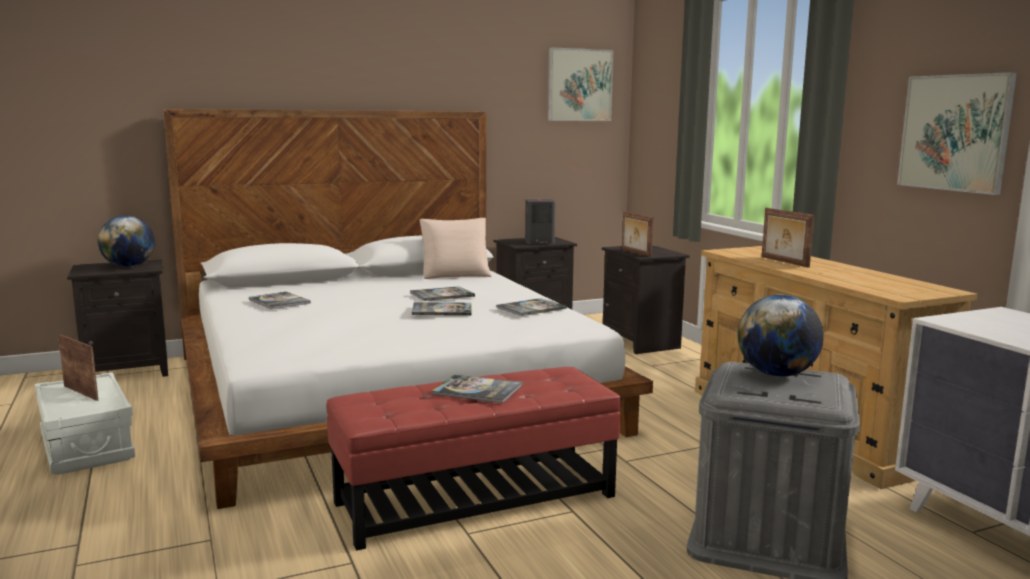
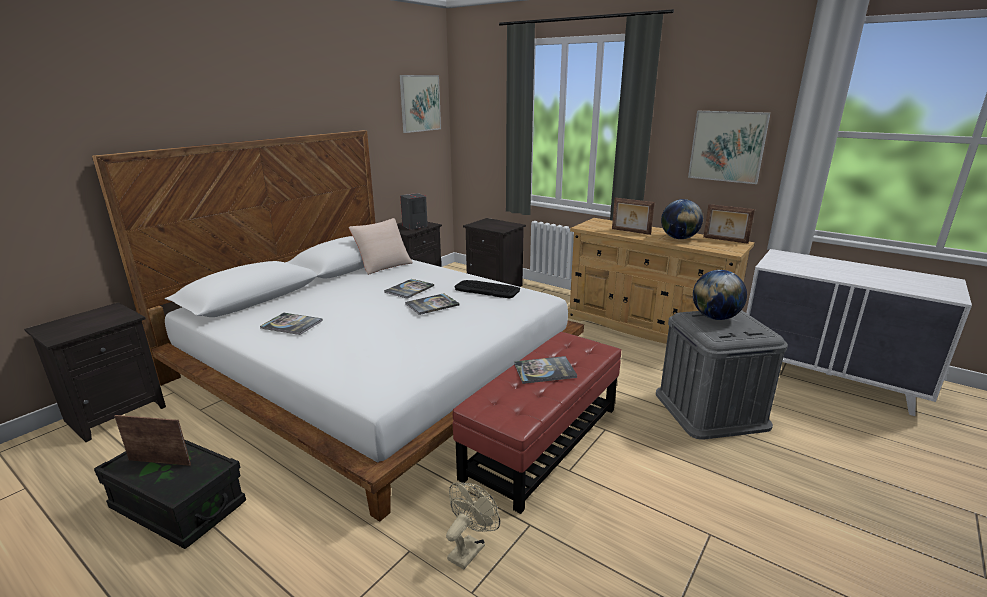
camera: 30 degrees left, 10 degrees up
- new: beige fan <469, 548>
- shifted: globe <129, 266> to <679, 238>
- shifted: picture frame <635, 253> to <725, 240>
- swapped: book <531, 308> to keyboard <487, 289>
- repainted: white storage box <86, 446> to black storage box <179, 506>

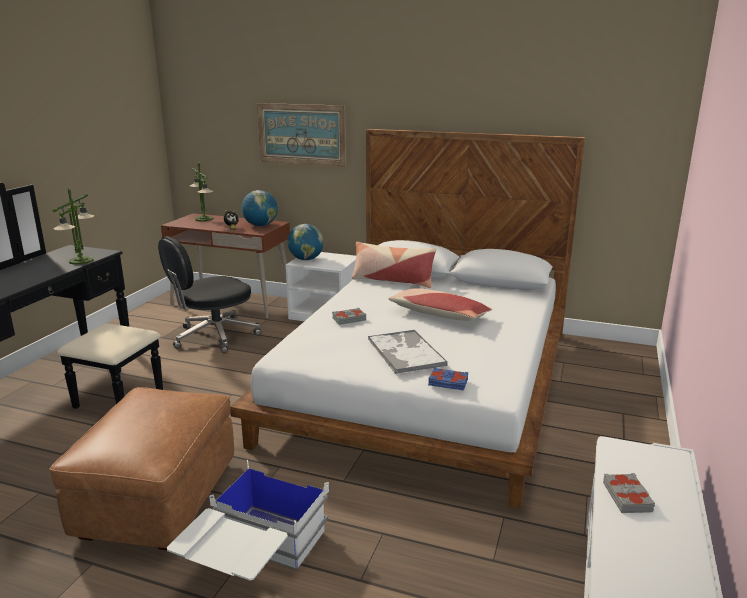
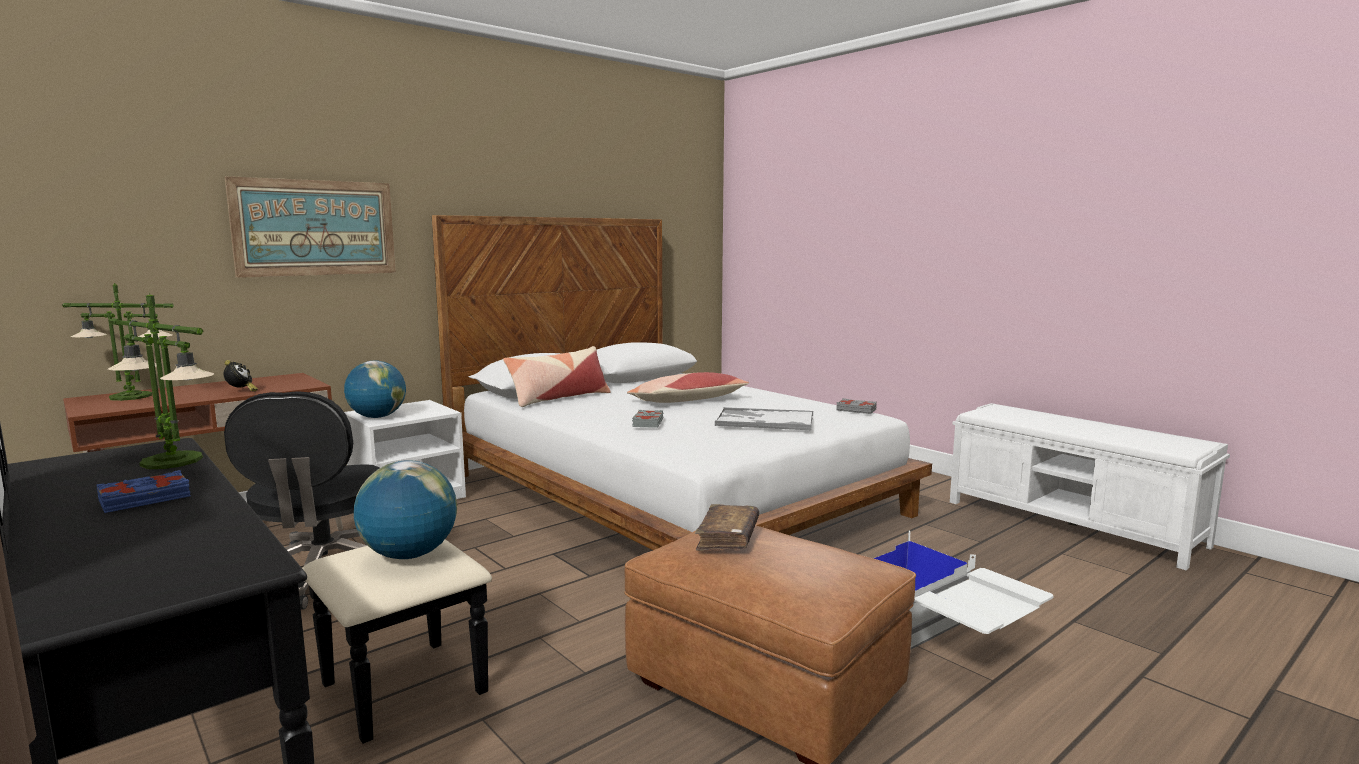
camera: 60 degrees left, 10 degrees down
- new: brown book <727, 538>
- shifted: globe <260, 225> to <409, 555>
- shifted: blue book <448, 383> to <145, 499>
- shifted: grey book <627, 497> to <856, 410>

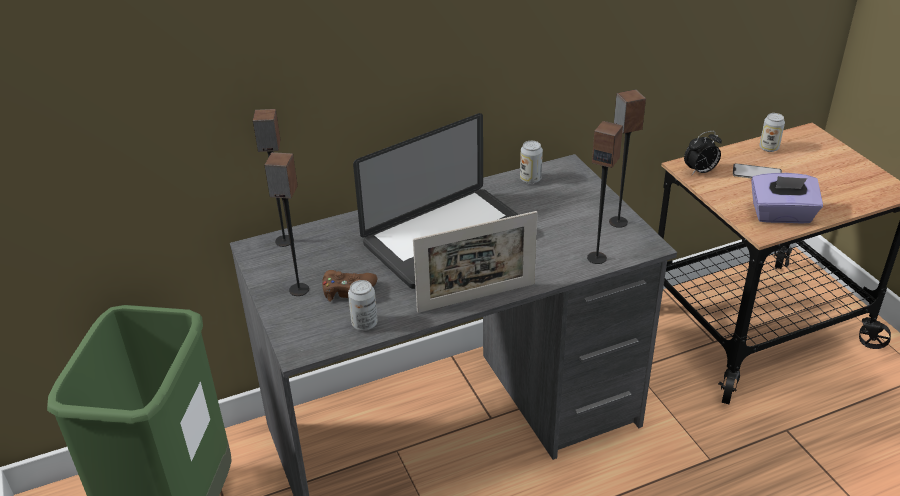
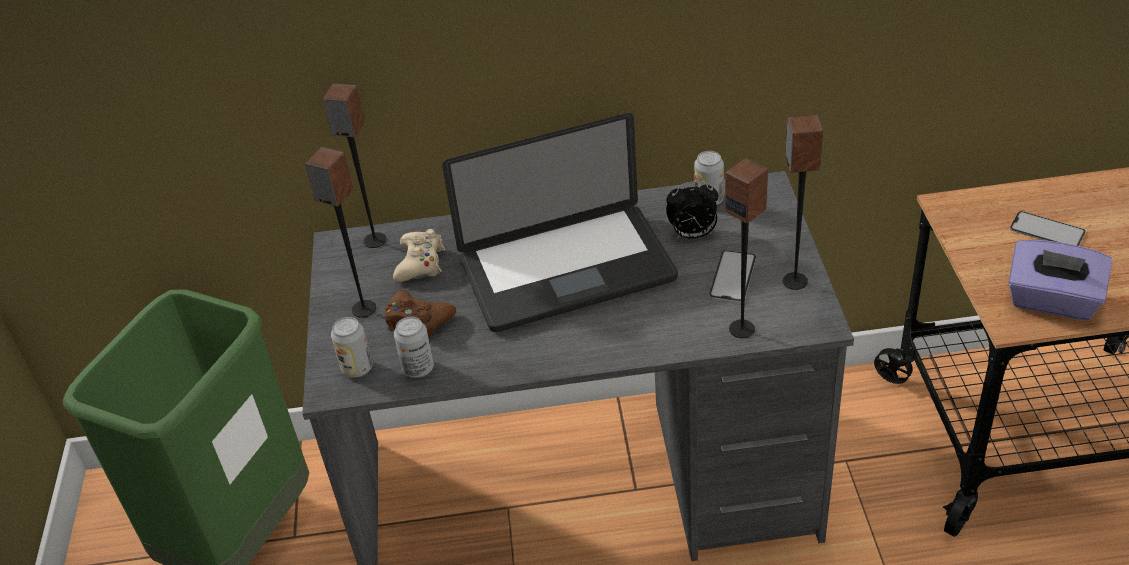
camera: 20 degrees right, 5 degrees up
- gone: picture frame <476, 297>
- new: beige game controller <420, 263>
- new: phone <732, 276>
- shifted: alarm clock <700, 171> to <692, 235>
- shifted: can <769, 148> to <357, 368>

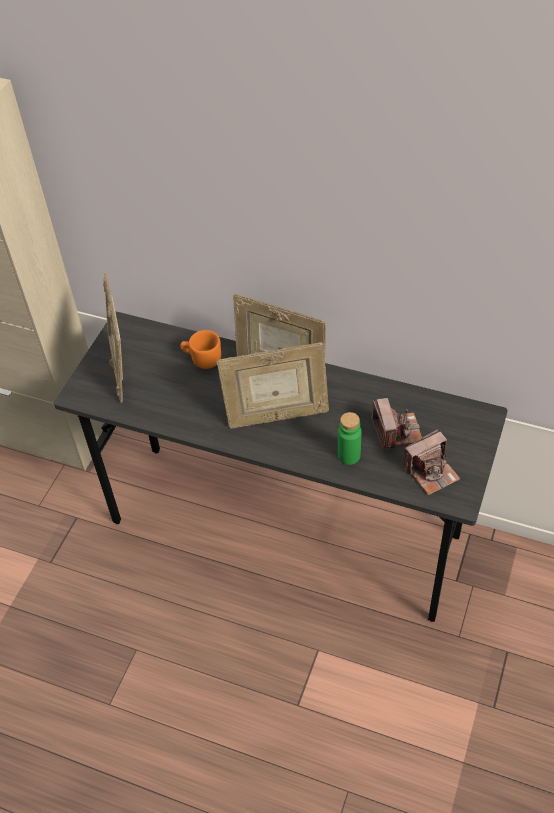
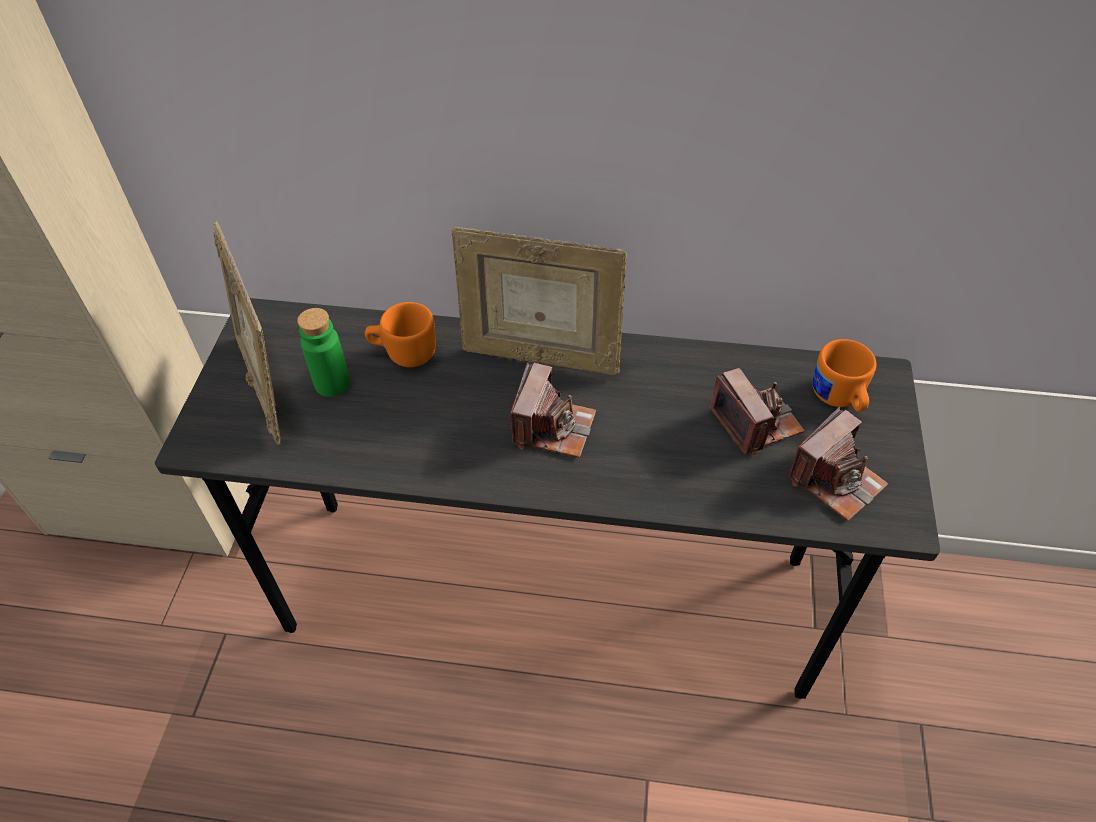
camera: 15 degrees left, 0 degrees up
- new: orange mug <839, 399>
- shifted: green bottle <349, 455> to <332, 383>
- swapped: picture frame <276, 416> to photo camera <553, 427>

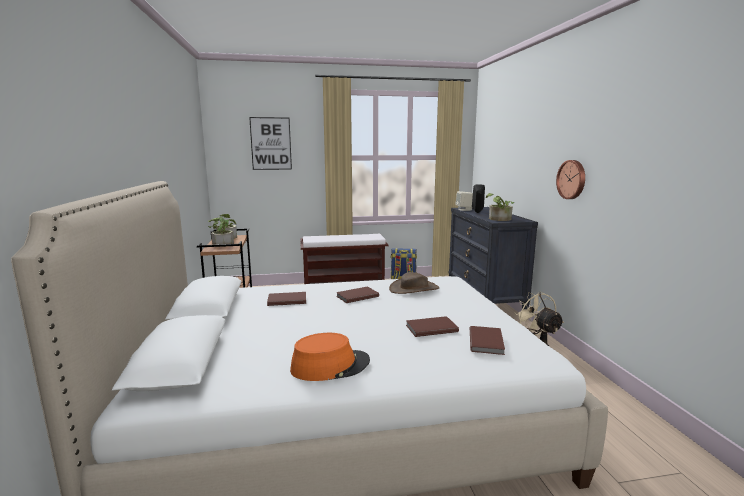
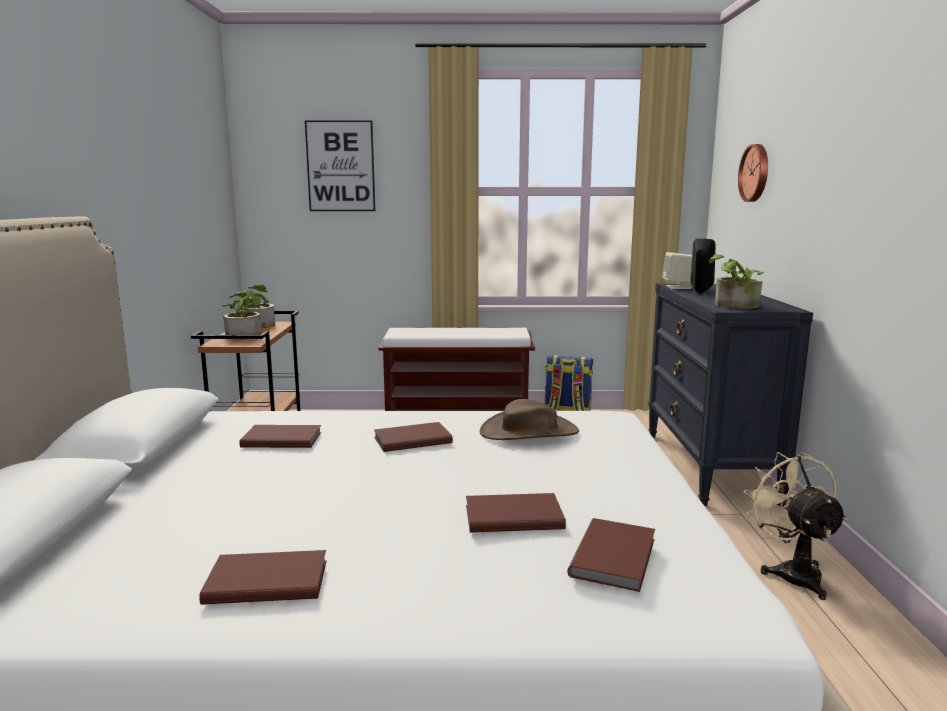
camera: 10 degrees right, 0 degrees up
- shifted: wall clock <572, 179> to <755, 173>
- swapped: orange hat <330, 365> to brown book <266, 580>

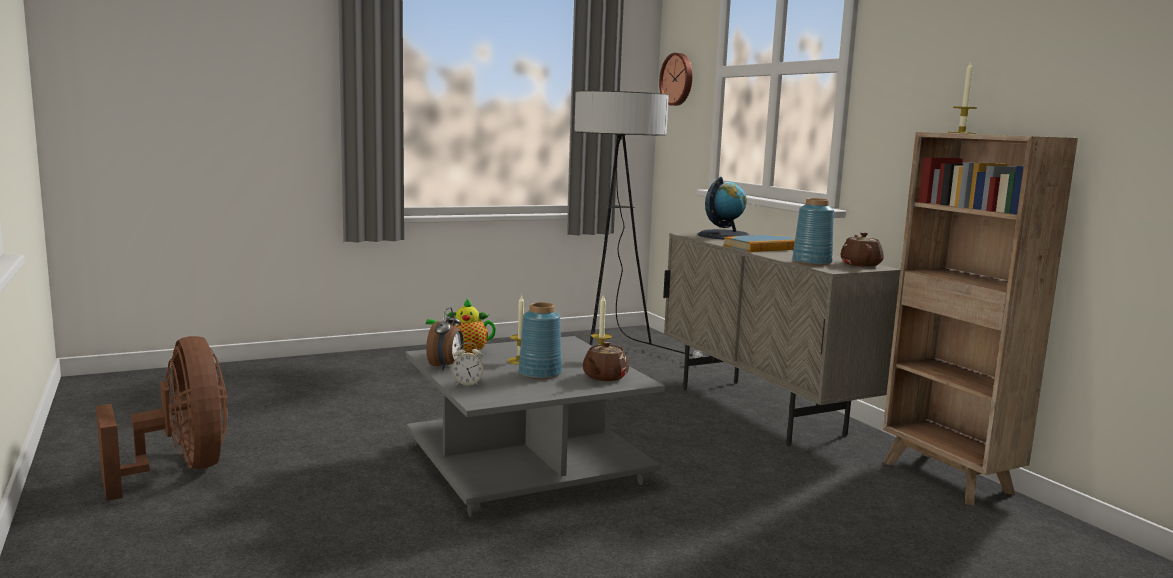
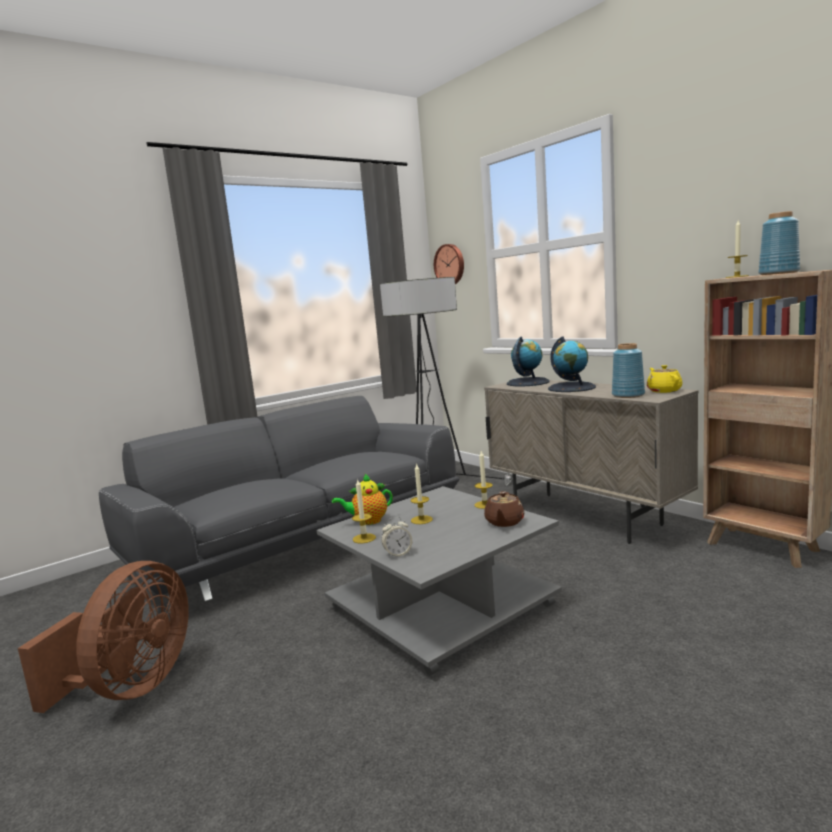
camera: 10 degrees left, 0 degrees up
- new: grey sofa <298, 542>
- shifted: blue vase <541, 373> to <779, 273>
- swapped: alarm clock <446, 366> to candle <364, 538>
- swapped: book <763, 247> to globe <572, 388>
- repainted: brown teapot <860, 264> to yellow teapot <664, 391>
- rotated: brown fan <181, 469> = <131, 687> 60 degrees clockwise

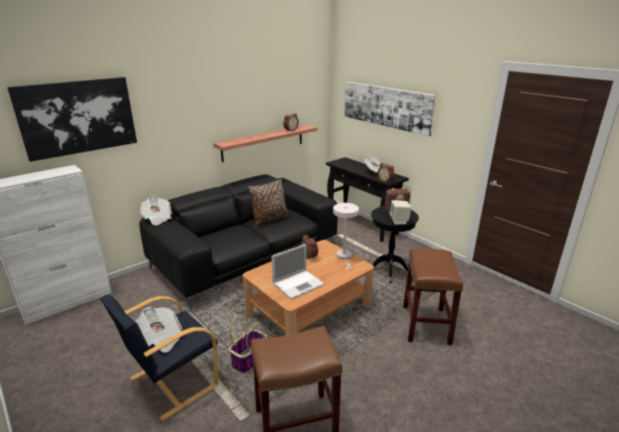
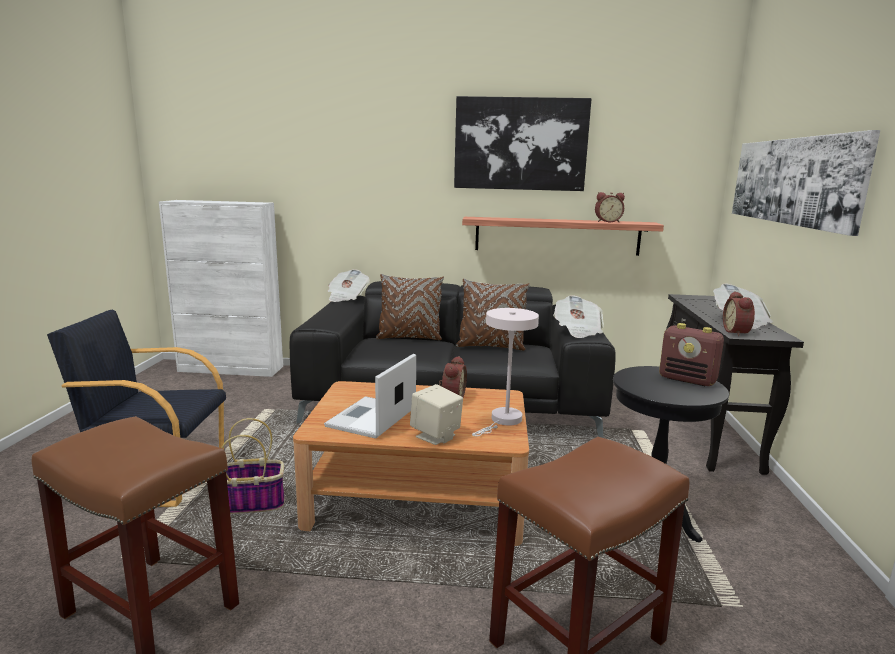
camera: 45 degrees right, 10 degrees down
- new: brown pillow <409, 337>
- shifted: picture <78, 117> to <520, 144>
- shifted: newspaper <161, 338> to <577, 330>
- shifted: beige speaker <399, 221> to <436, 436>
- rotated: laptop <299, 284> = <371, 418> 105 degrees clockwise

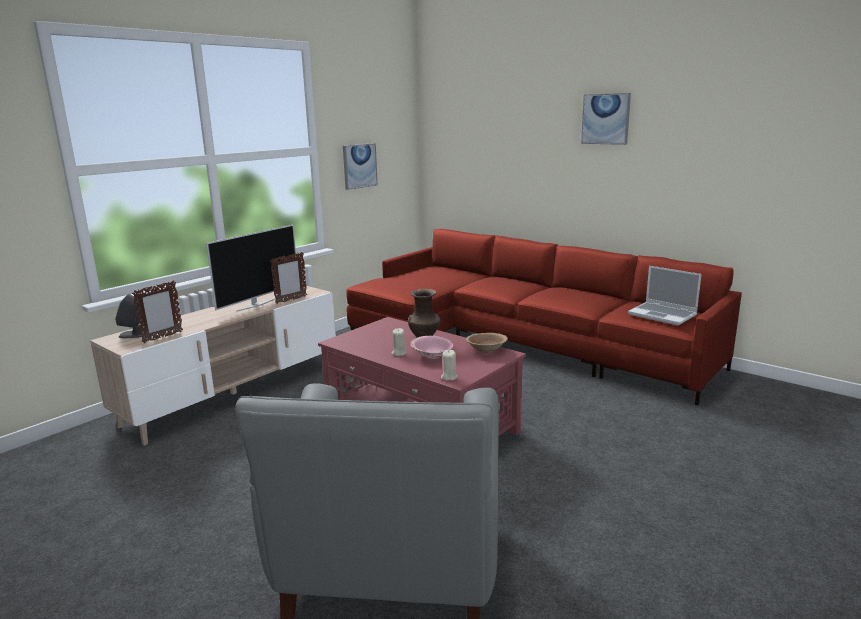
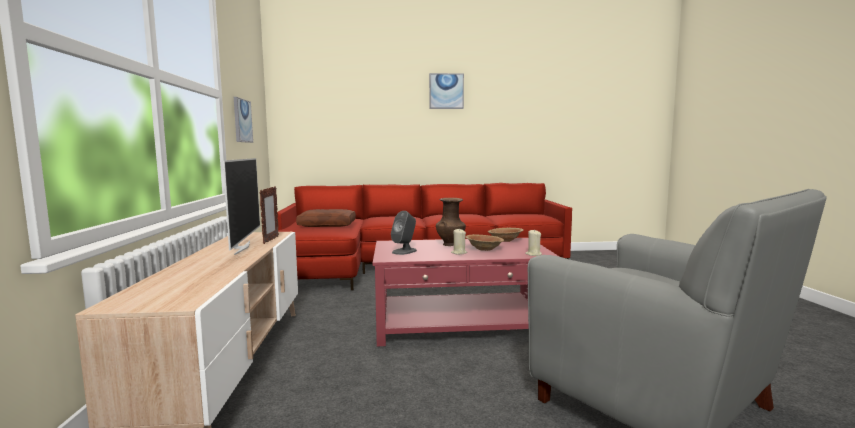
camera: 45 degrees left, 10 degrees down
- gone: picture frame <162, 337>
- gone: laptop <663, 315>
- new: brown pillow <328, 225>
- shifted: grey speaker <134, 334> to <404, 251>
- repainted: pink bowl <432, 355> to brown bowl <484, 249>

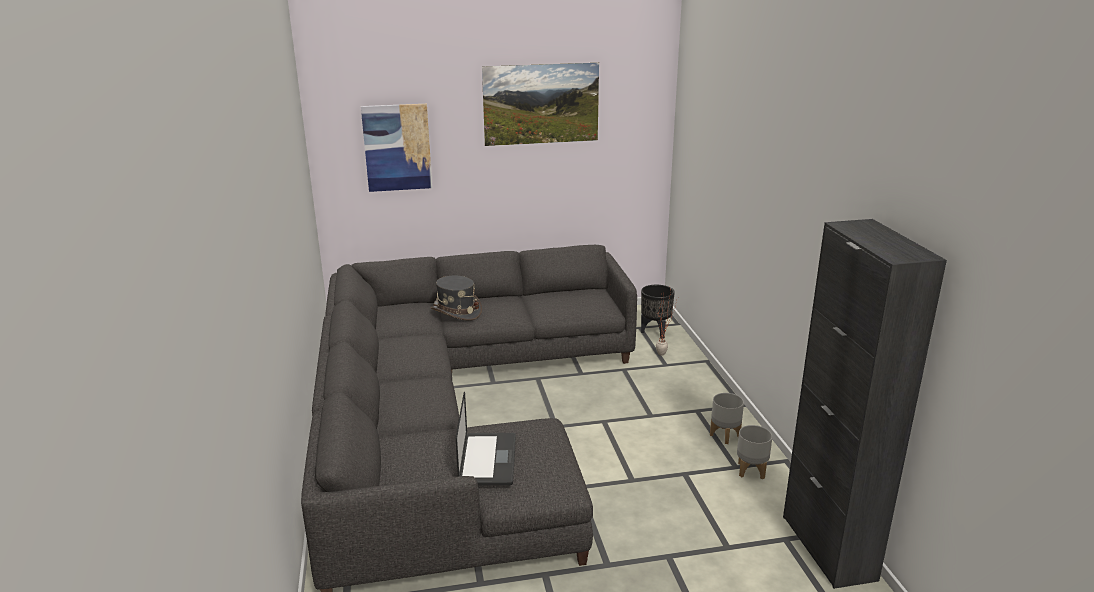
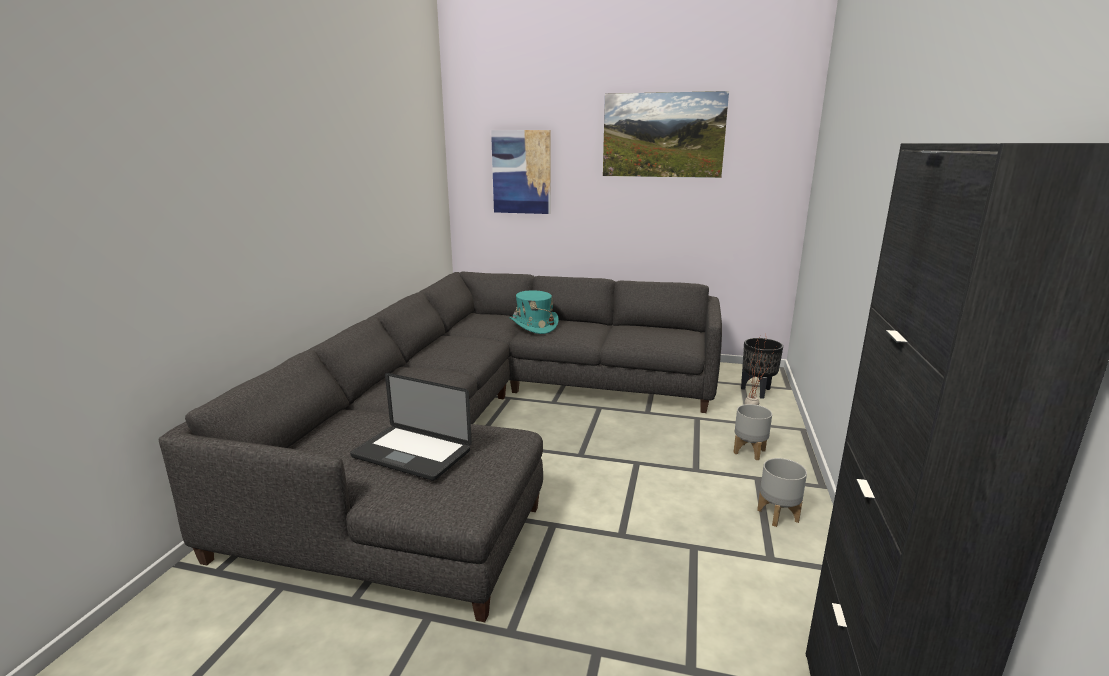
camera: 25 degrees right, 5 degrees down
- shifted: grey planter <752, 471> to <750, 452>
- repainted: grey hat <456, 312> to turquoise hat <533, 326>
- rotated: laptop <488, 460> = <411, 454> 90 degrees clockwise

